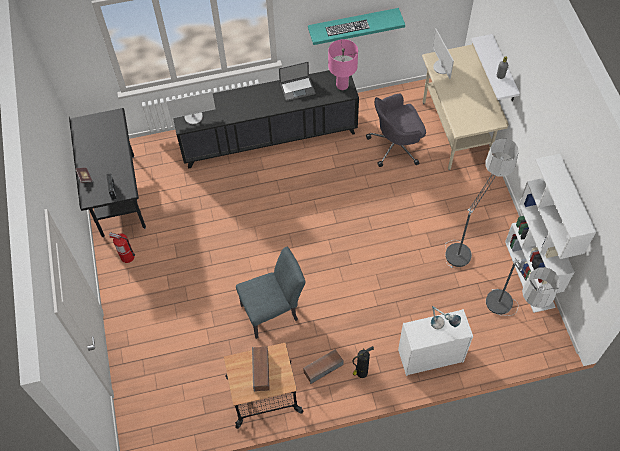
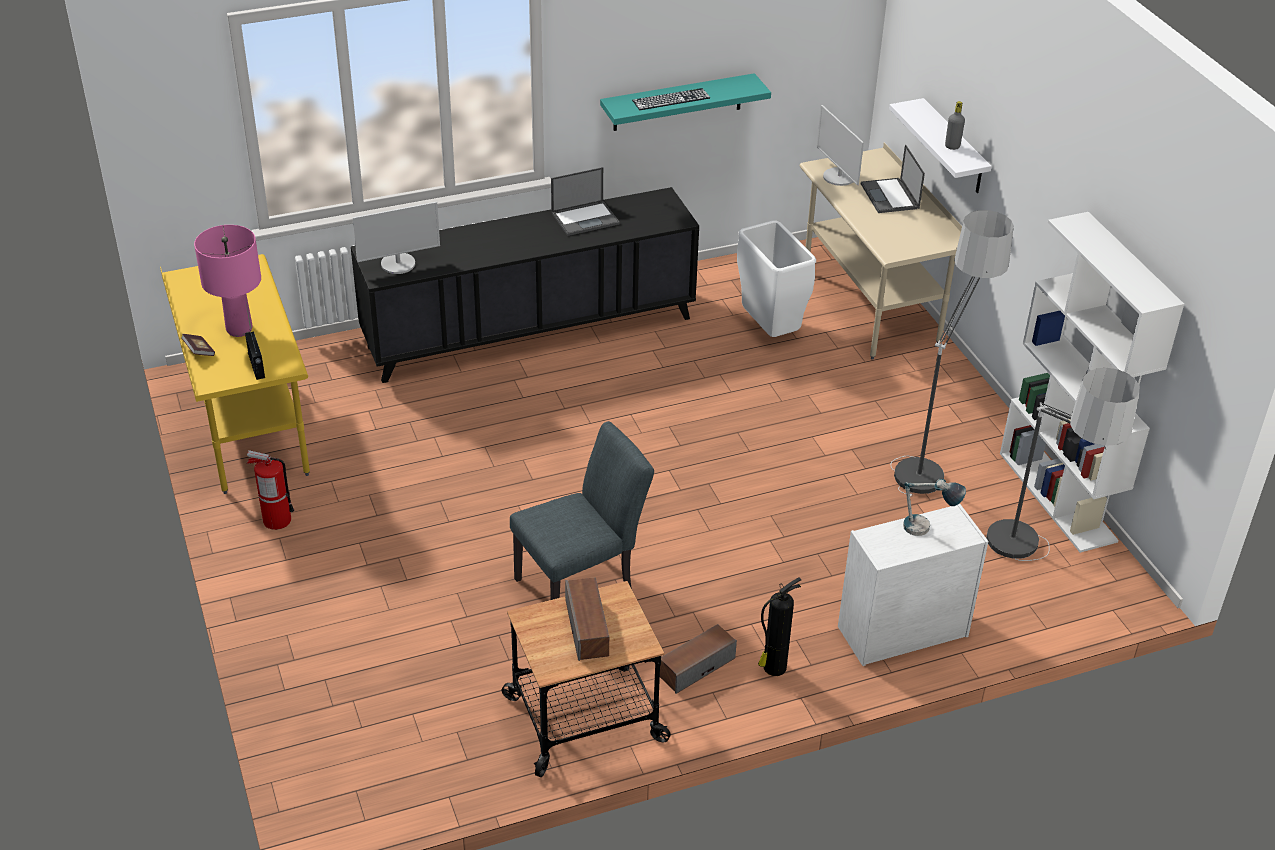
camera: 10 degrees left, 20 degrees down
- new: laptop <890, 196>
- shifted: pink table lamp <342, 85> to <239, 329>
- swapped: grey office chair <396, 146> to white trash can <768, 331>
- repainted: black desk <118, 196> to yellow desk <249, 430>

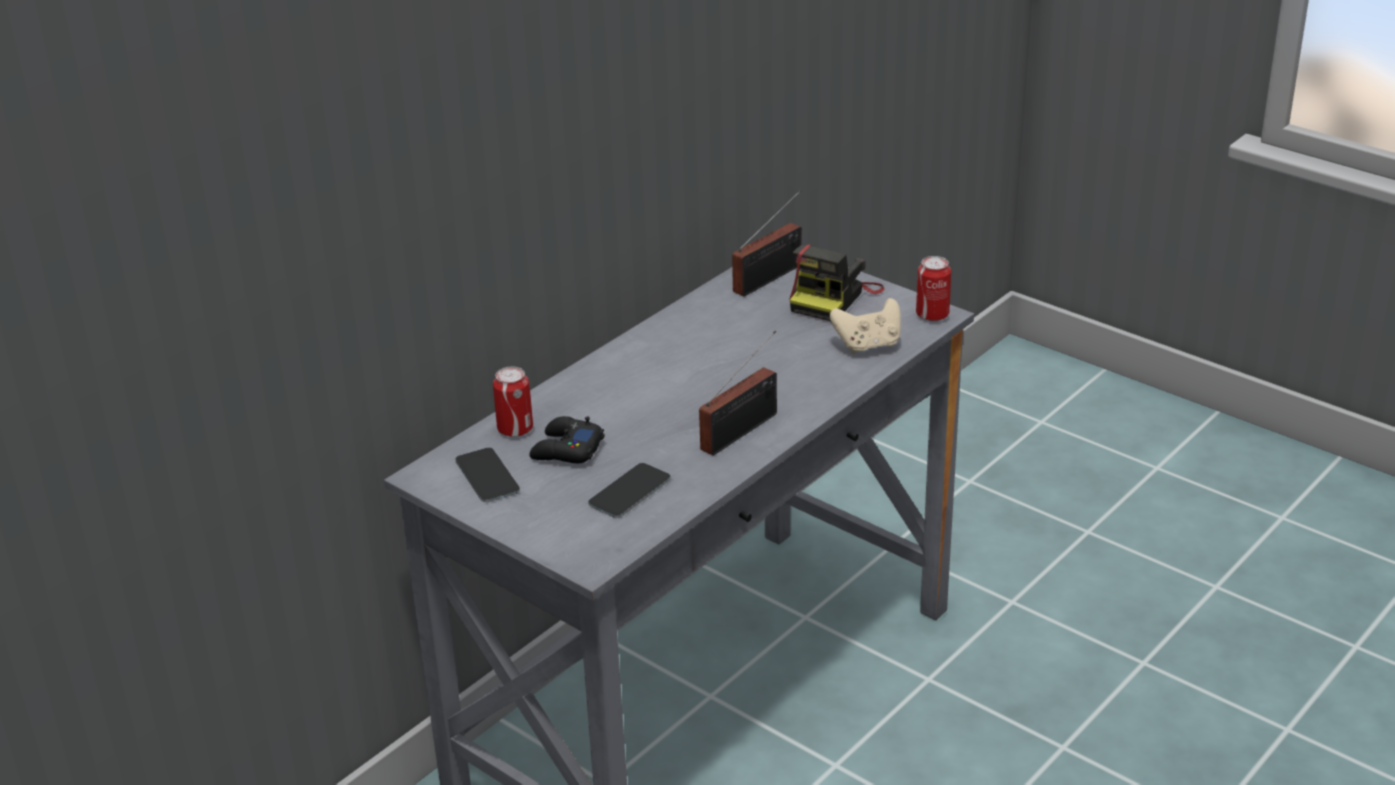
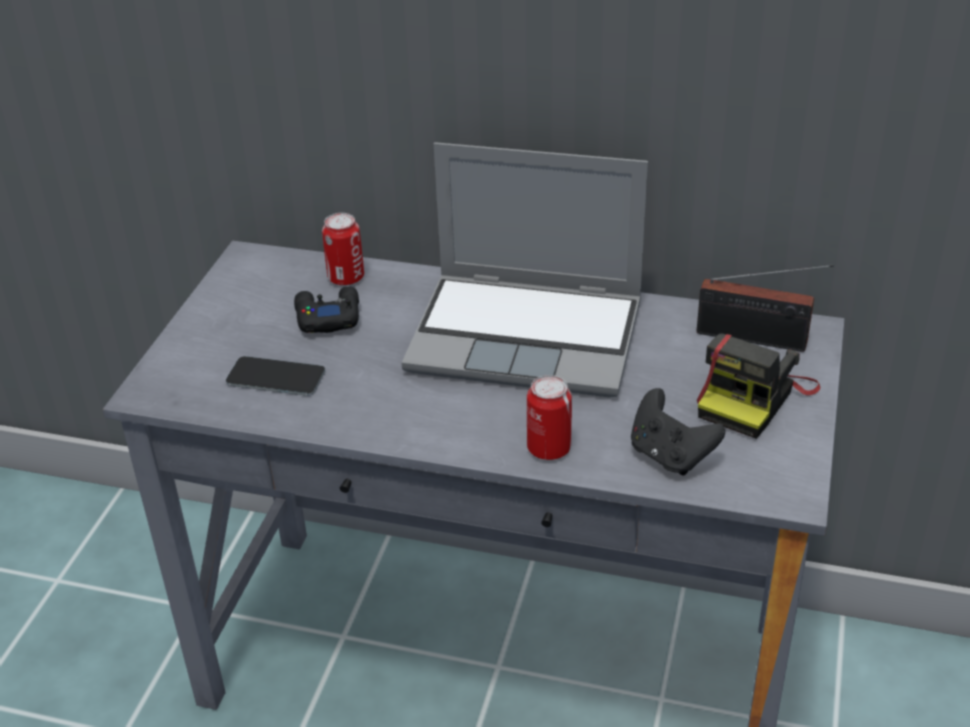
camera: 65 degrees right, 5 degrees up
- gone: phone <487, 476>
- gone: radio <744, 429>
- new: laptop <529, 336>
- shifted: can <932, 315> to <549, 448>
- repainted: beige game controller <868, 345> to black game controller <670, 456>
- rotated: photo camera <833, 298> = <753, 397> 60 degrees counterclockwise

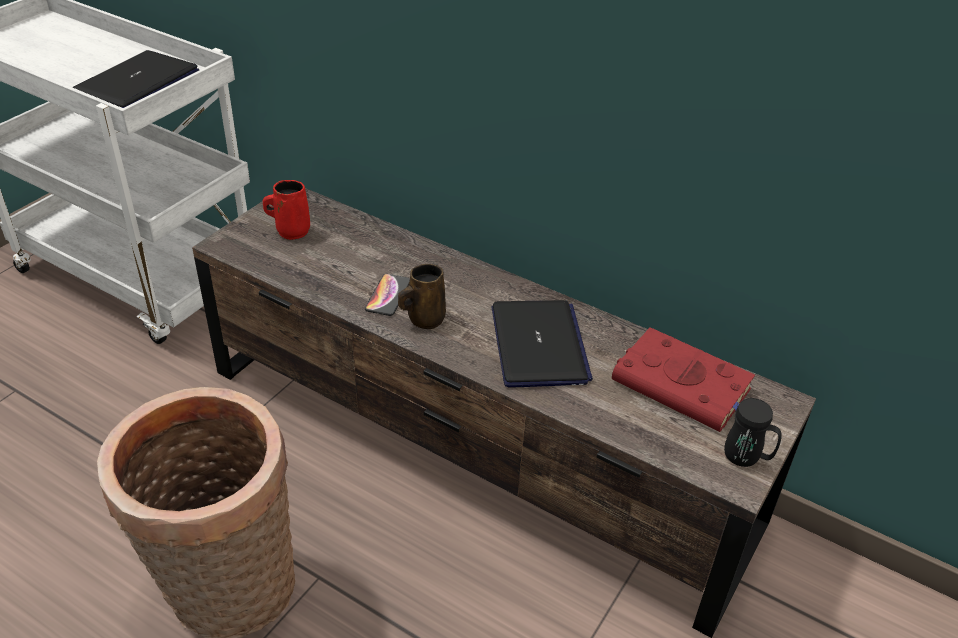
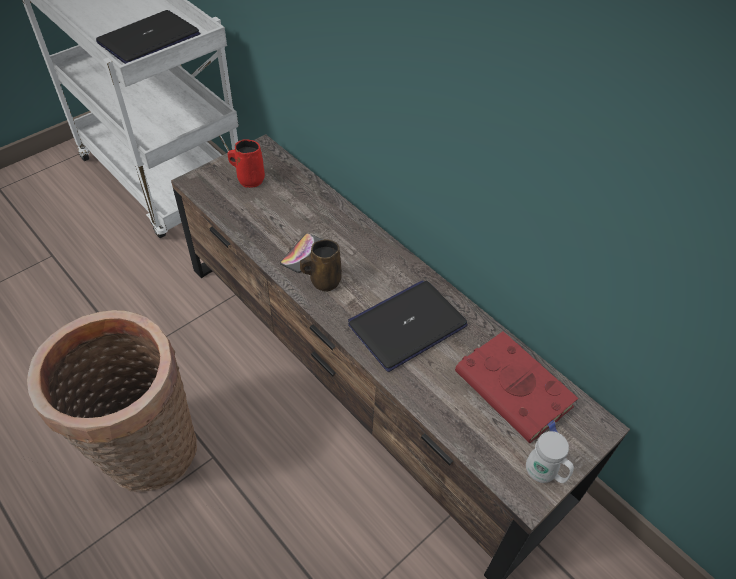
camera: 15 degrees right, 10 degrees up
- repainted: black mug <746, 459> to white mug <544, 475>
- rotated: laptop <539, 345> = <407, 325> 135 degrees counterclockwise

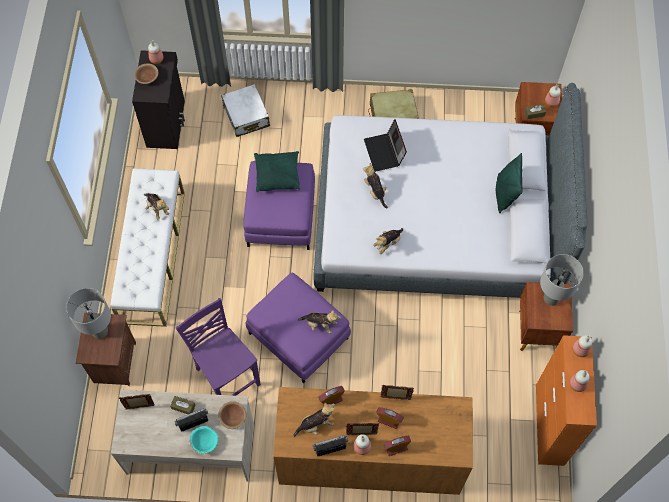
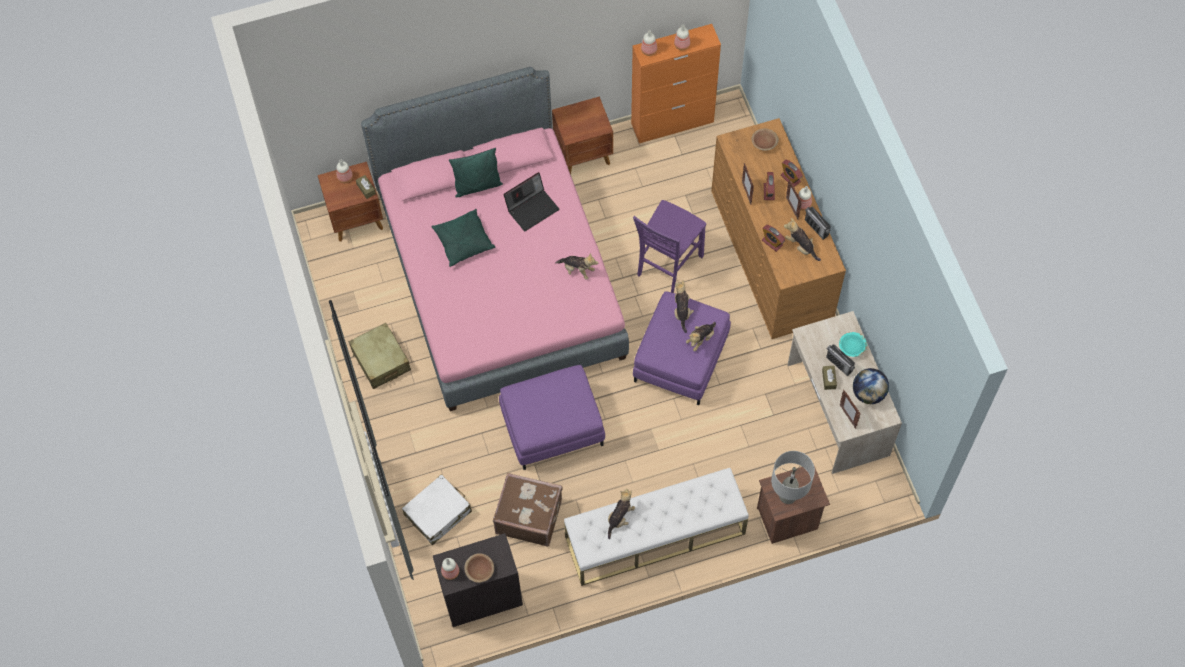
camera: 110 degrees left, 0 degrees up
- gone: grey table lamp <551, 298>
- new: brown suitcase <528, 516>
- new: globe <868, 393>
- shifted: purple chair <226, 376> to <667, 266>
- shifted: brown bowl <233, 417> to <764, 143>
- shifted: green pillow <277, 175> to <463, 242>
- shifted: plush toy <375, 191> to <701, 339>
- shifted: laptop <385, 152> to <532, 208>
- repainted: grey bed <437, 223> to pink bed <500, 275>

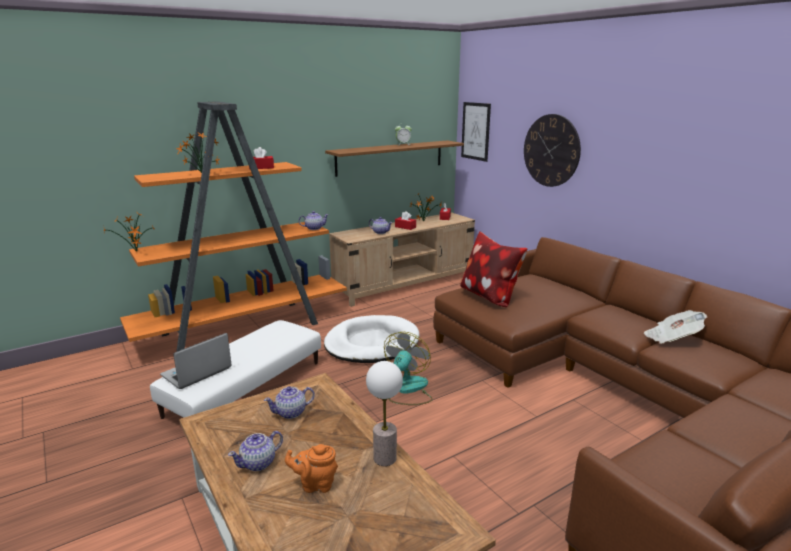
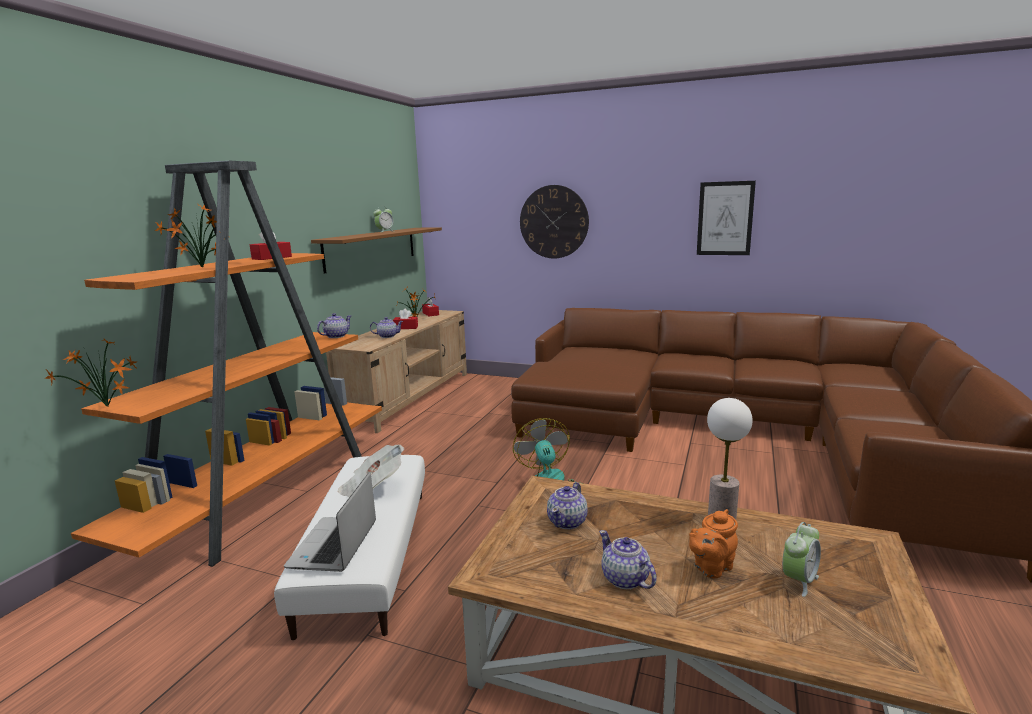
camera: 35 degrees left, 5 degrees down
- gone: white dog bed <372, 343>
- gone: pillow <489, 296>
- new: alarm clock <798, 580>
- shifted: picture <475, 131> to <725, 218>
- shifted: newspaper <672, 338> to <372, 488>
- rotated: teapot <258, 463> = <625, 579> 135 degrees clockwise

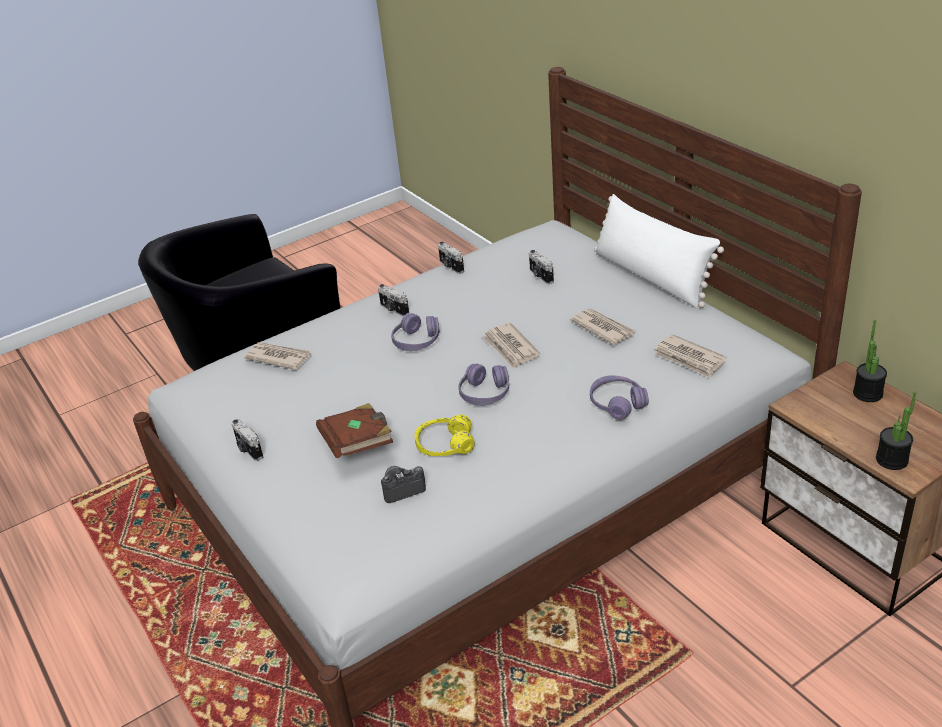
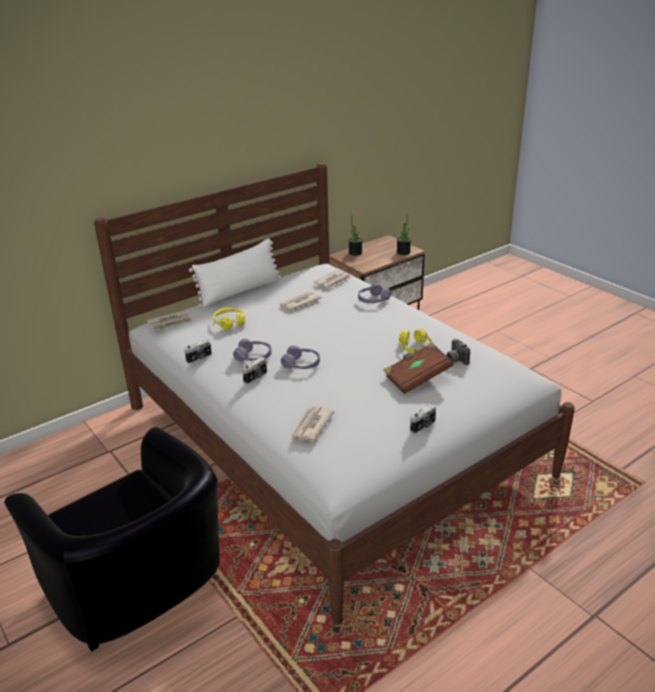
camera: 95 degrees left, 5 degrees down
- shifted: purple headphones <485, 393> to <253, 357>
- shifted: newspaper <510, 348> to <170, 322>
- swapped: photo camera <540, 276> to yellow headphones <229, 323>

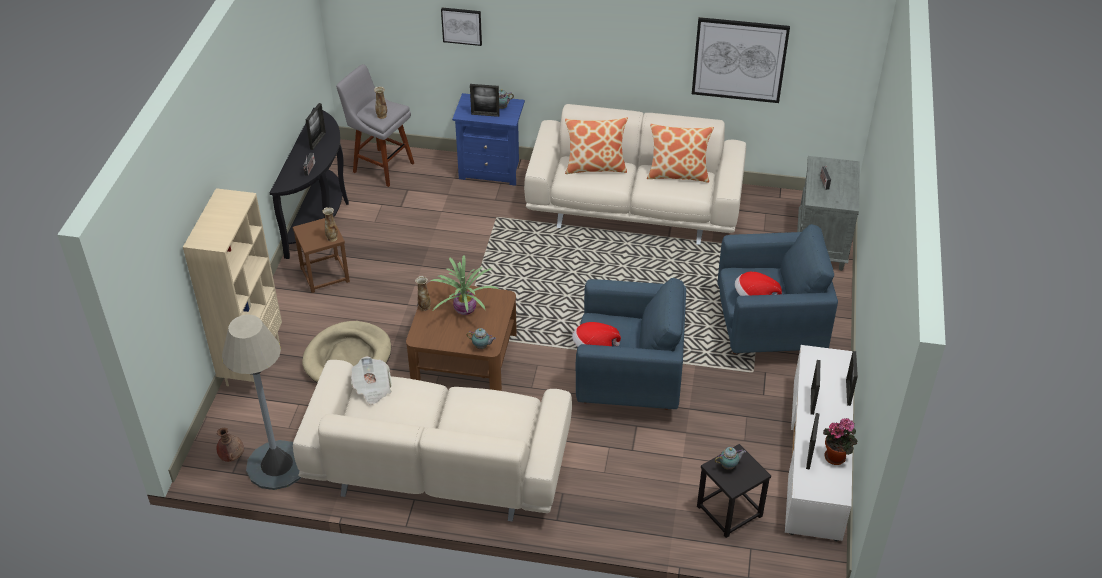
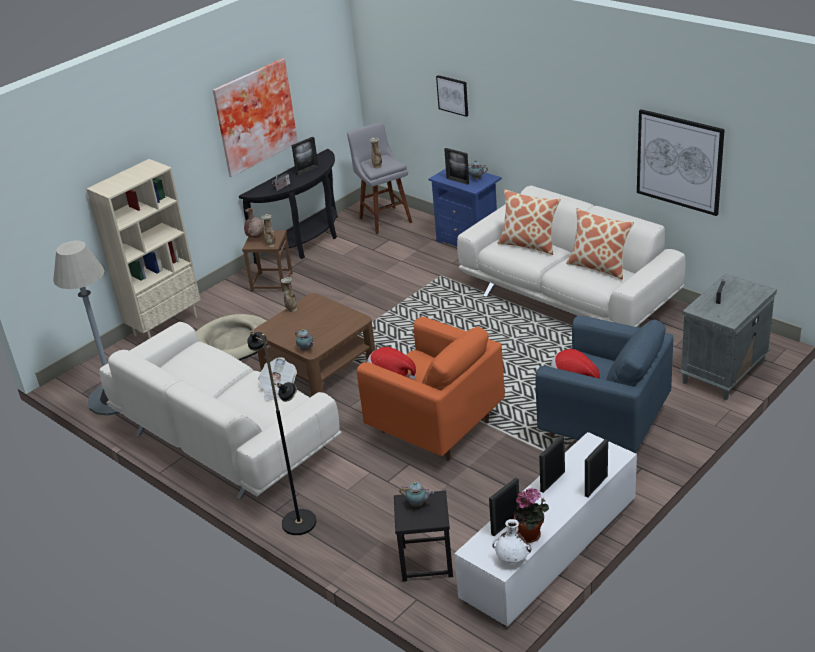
camera: 35 degrees right, 10 degrees down
- gone: potted plant <463, 310>
- new: picture <253, 116>
- new: black floor lamp <299, 522>
- new: white vase <512, 559>
- shifted: brown vase <232, 456> to <256, 237>
- shifted: newspaper <372, 388> to <278, 388>
- repainted: blue armchair <628, 381> to orange armchair <434, 427>

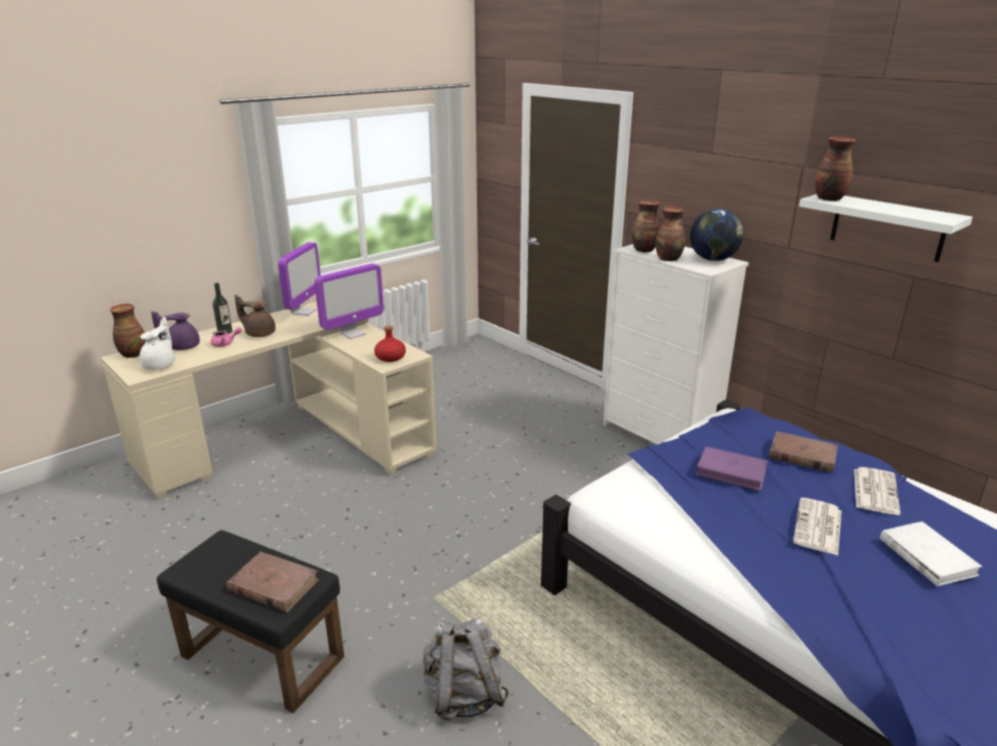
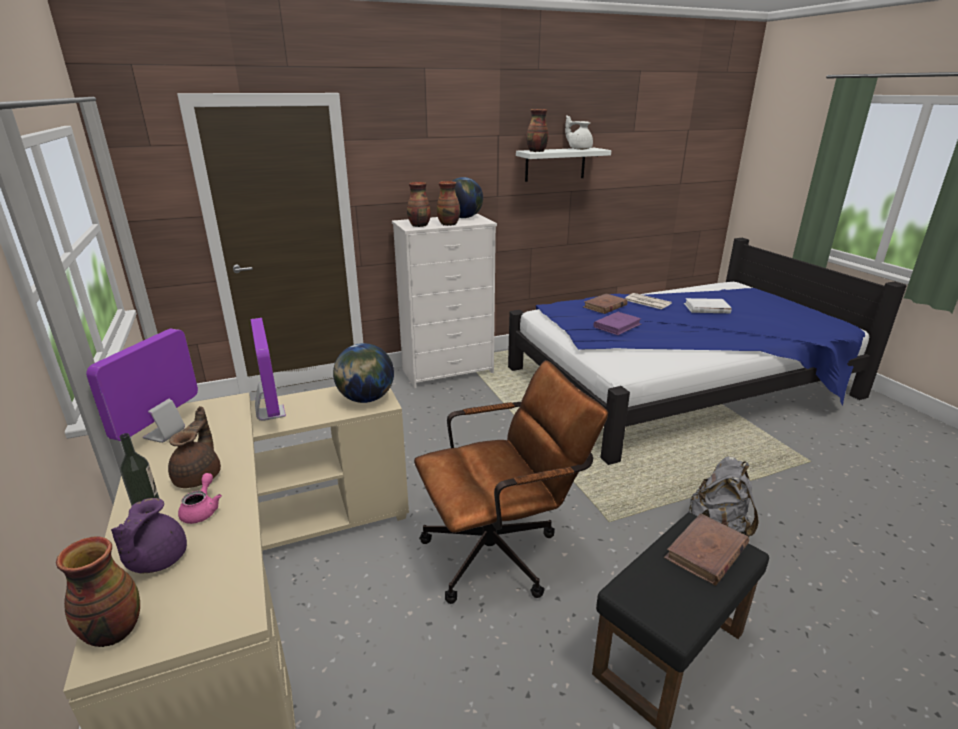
camera: 70 degrees left, 0 degrees up
- gone: newspaper <818, 527>
- new: brown office chair <502, 551>
- shifted: white teapot <160, 365> to <579, 149>
- swapped: red bottle <390, 357> to globe <366, 399>
- rotated: brown teapot <259, 333> = <199, 476> 150 degrees clockwise
- rotated: monitor <303, 312> = <164, 434> 105 degrees counterclockwise

